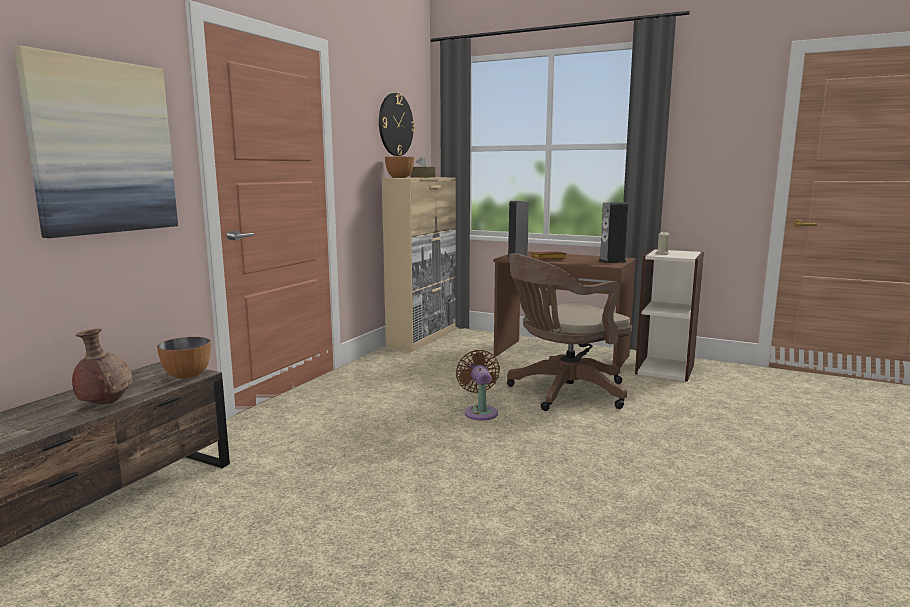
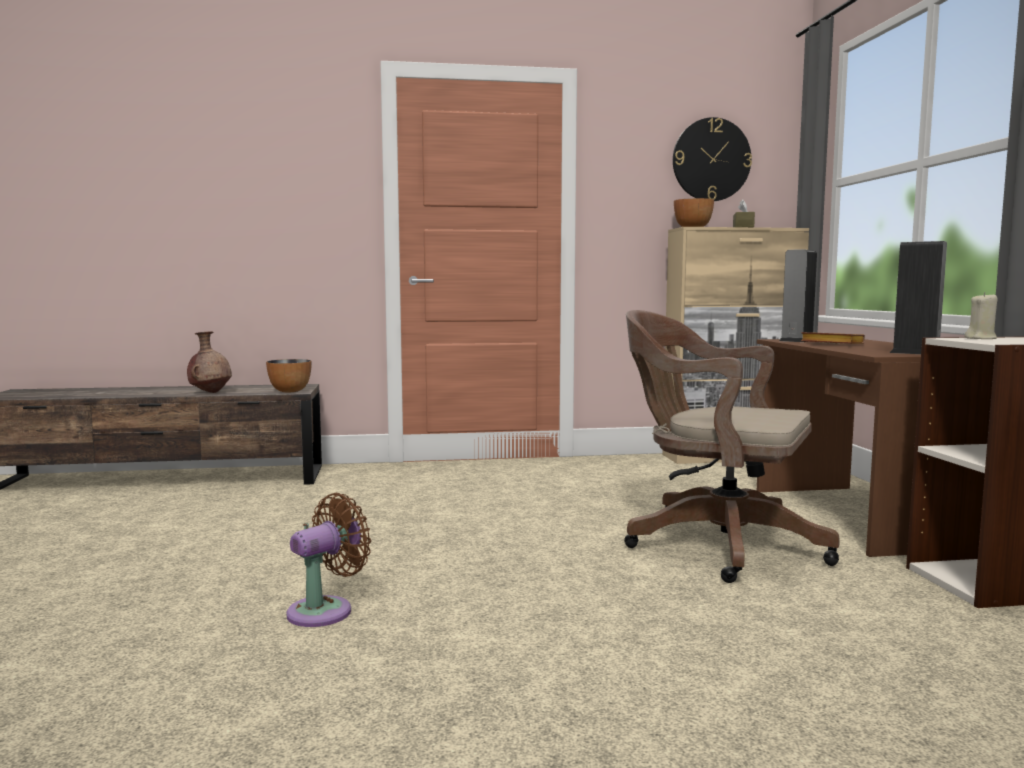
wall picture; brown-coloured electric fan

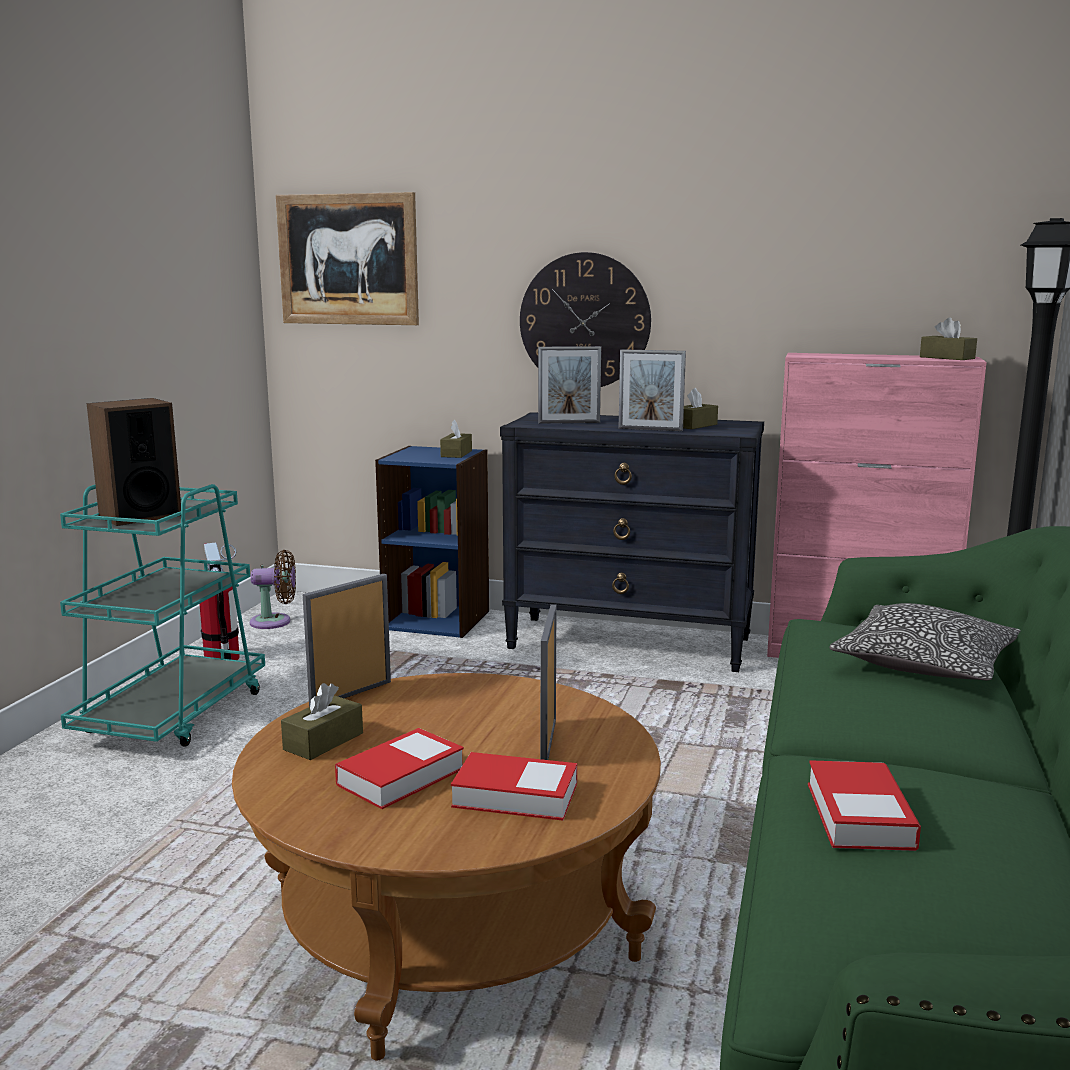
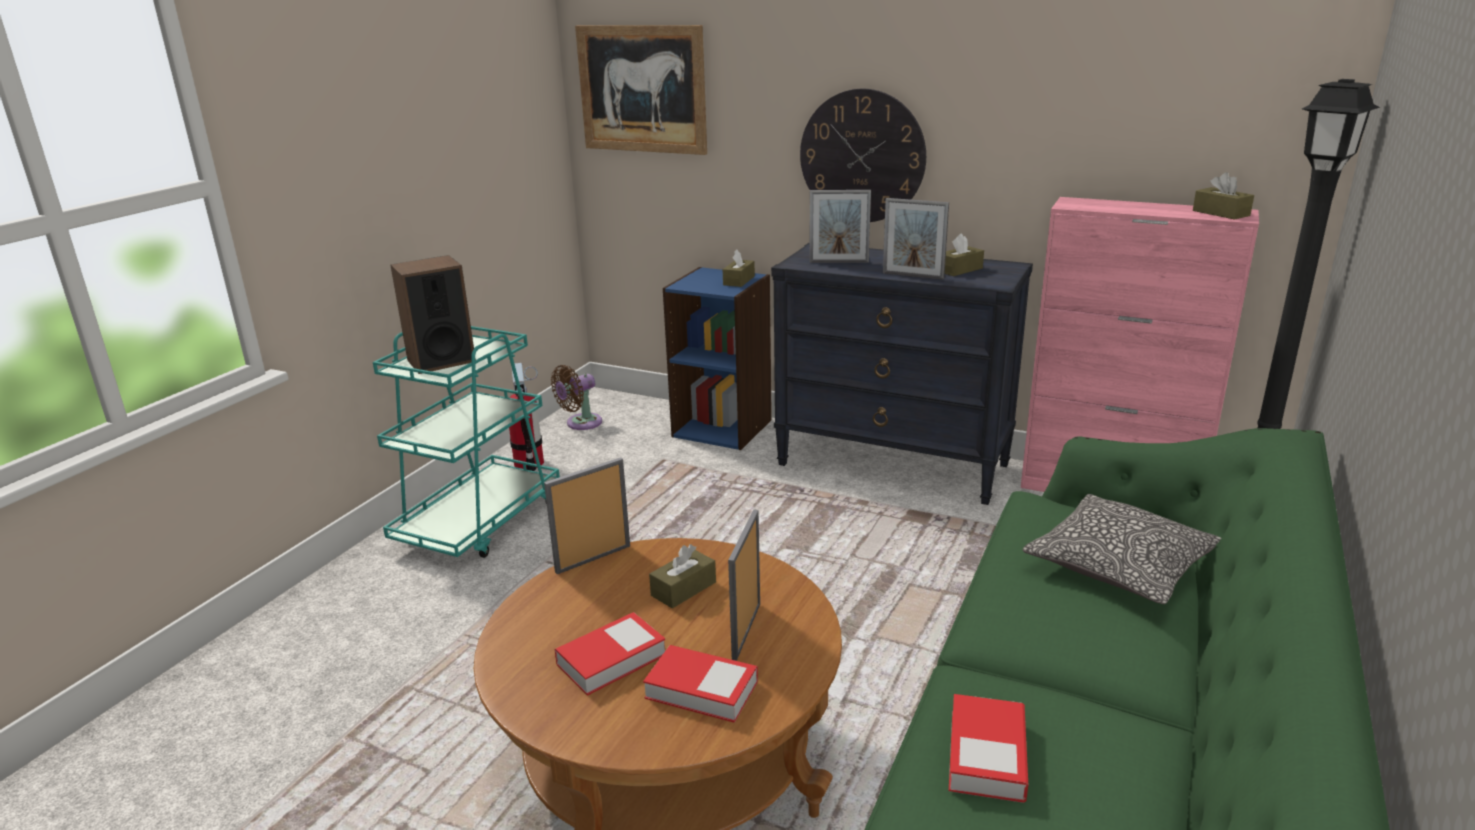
brown-coloured tissue box (1st from left); brown-coloured electric fan

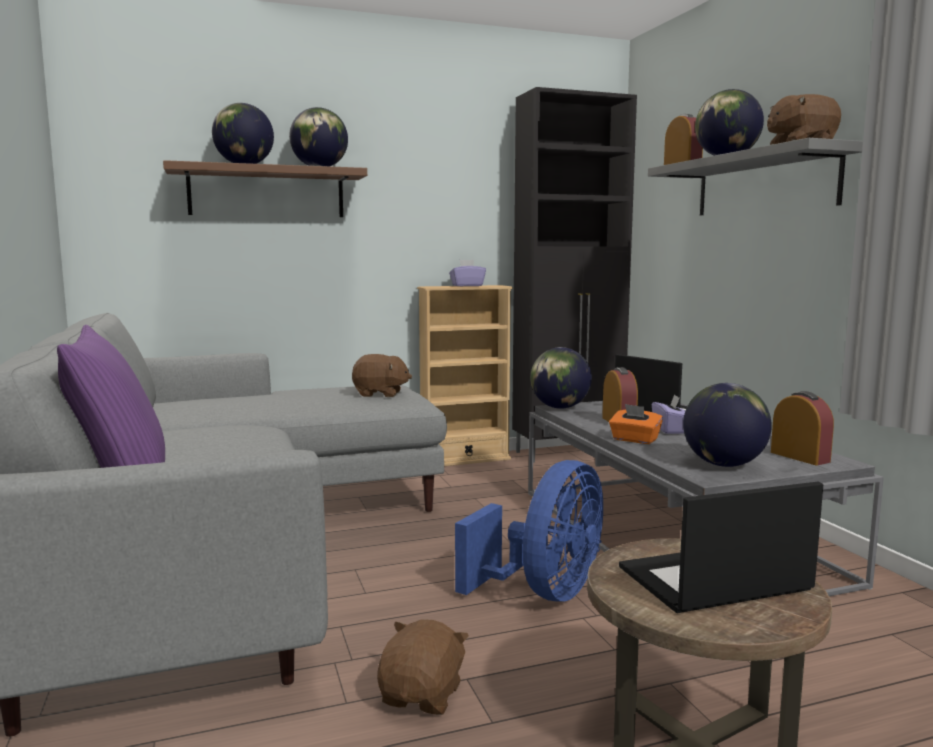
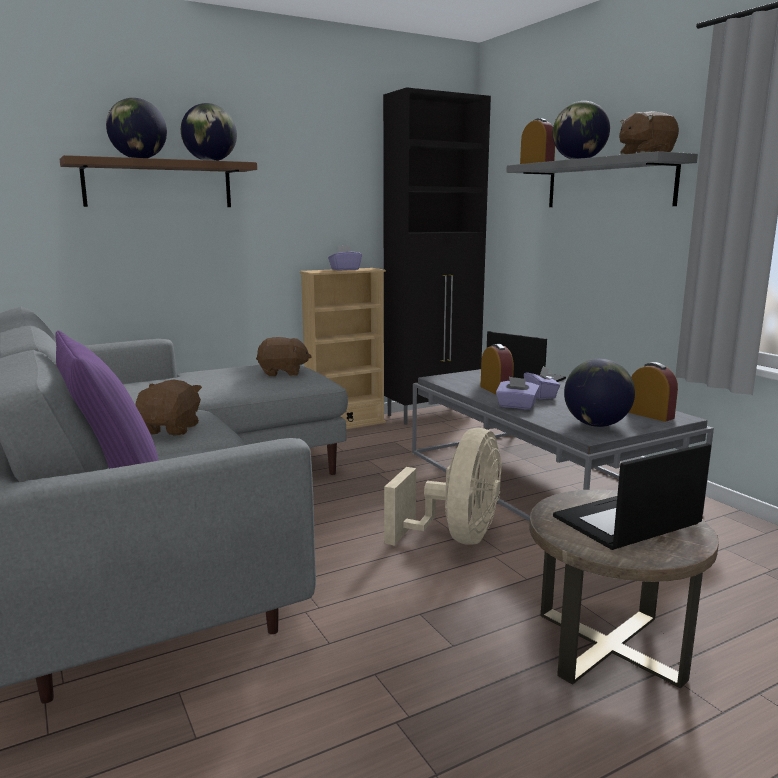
world globe (3rd from left in the first image); brown-coloured cuddly toy (1st from left); sand-coloured electric fan; purple tissue box (2nd from left)

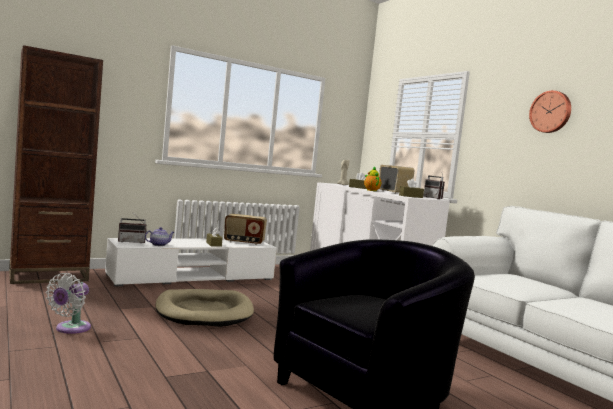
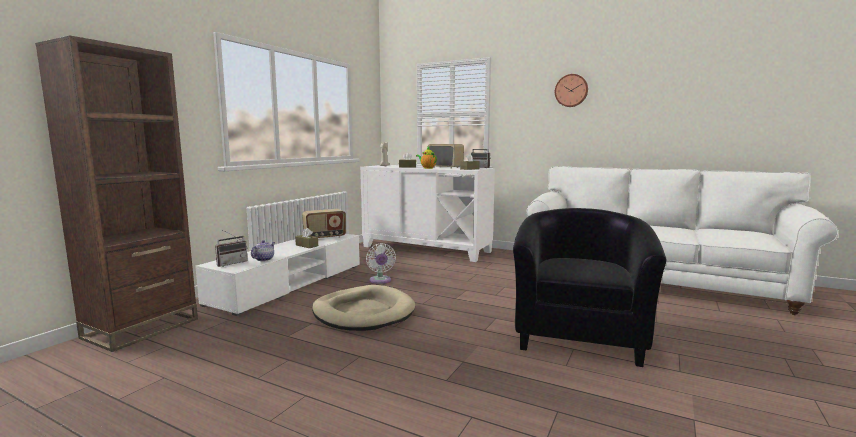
white electric fan

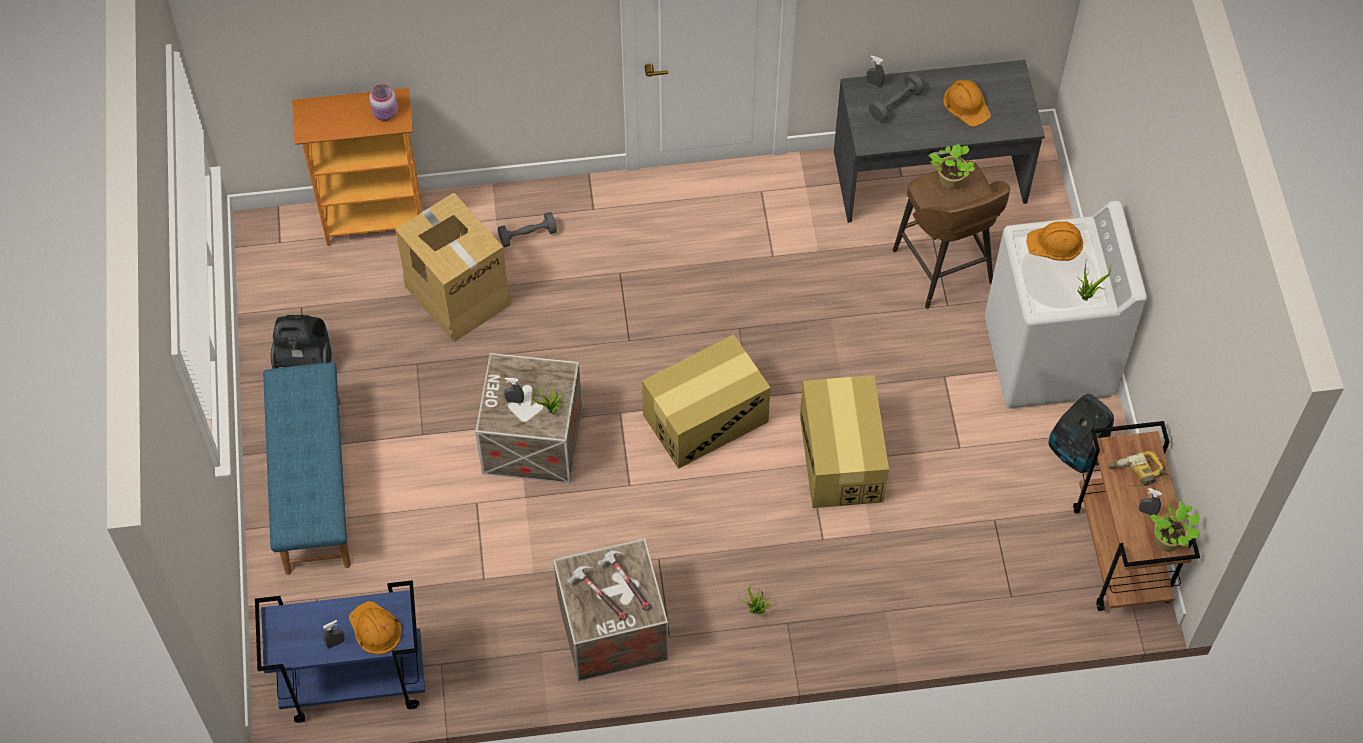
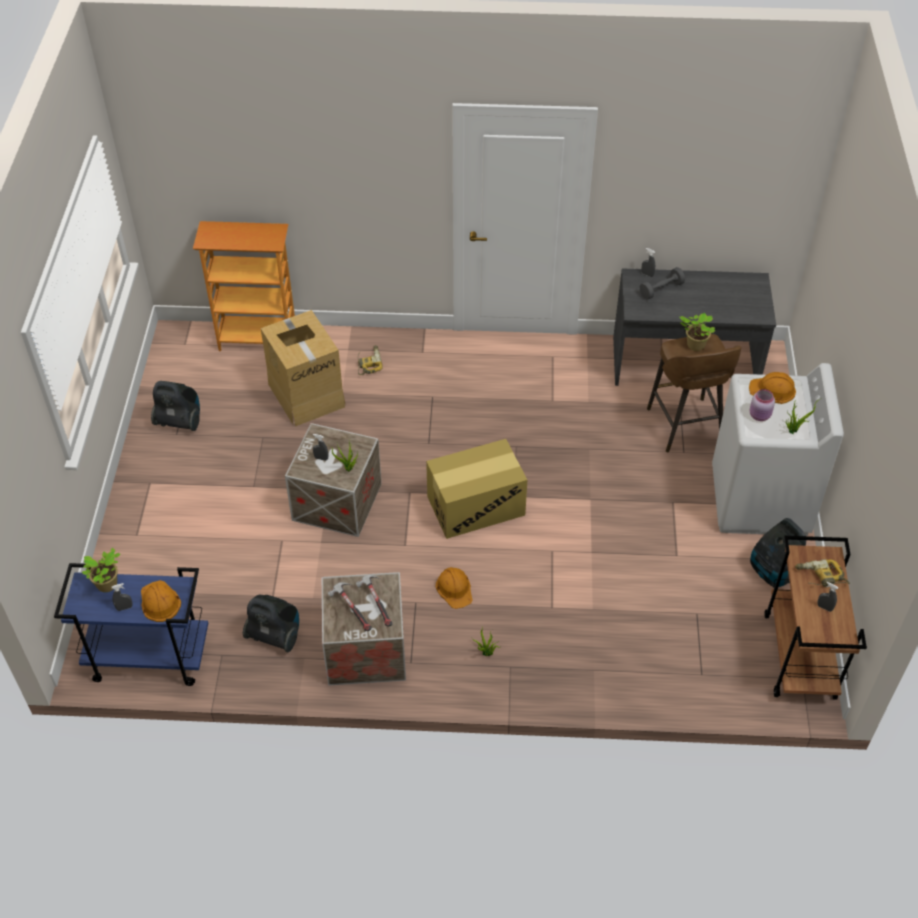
blue-coloured bench; carton (3rd from left in the first image); vacuum (2nd from left); pinkish preserve jar; orange-coloured hard hat (2nd from left); potted plant (1st from left); power drill (1st from left)

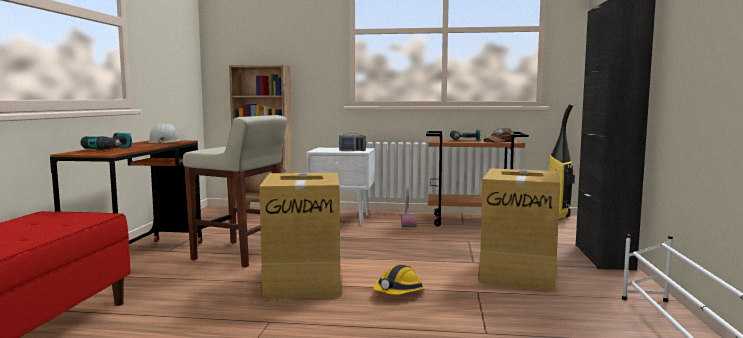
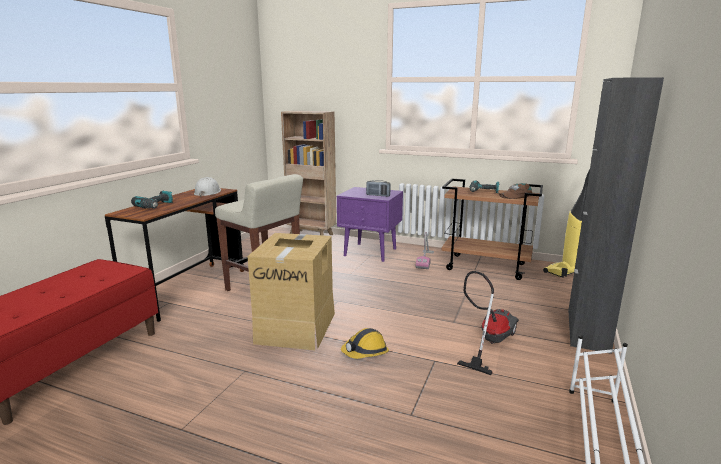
vacuum (2nd from left); purple bedside table

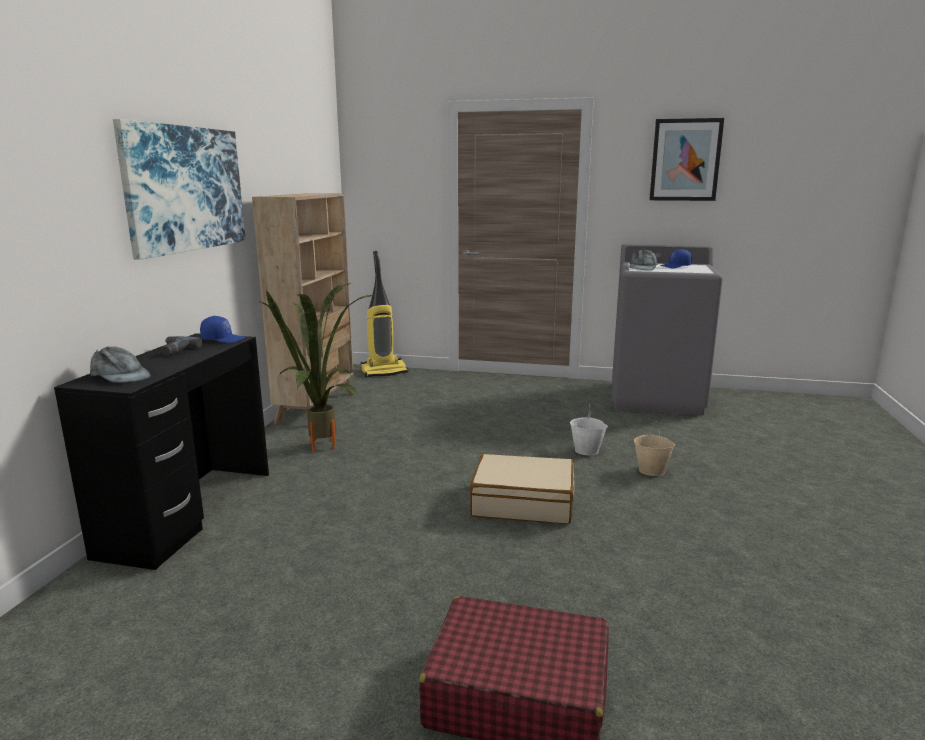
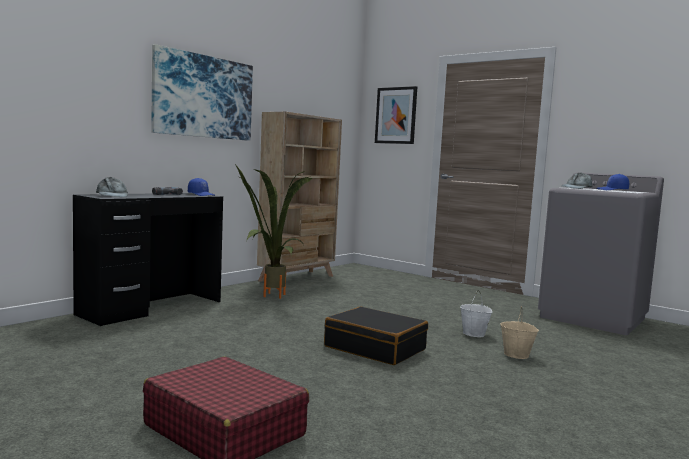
vacuum; wall picture (2nd from left); black suitcase

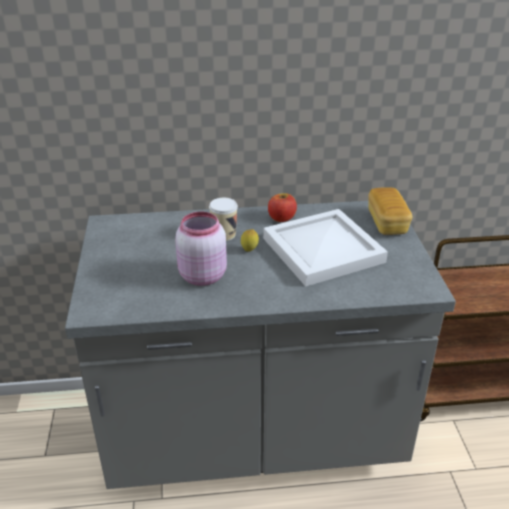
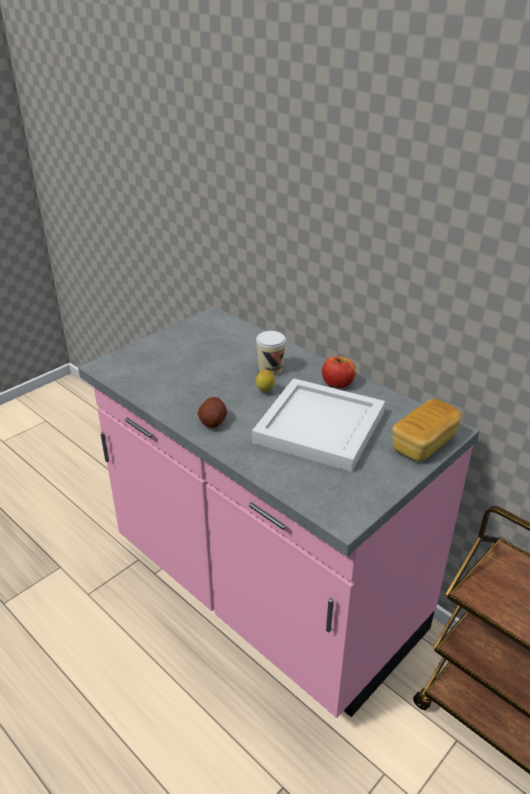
pinkish preserve jar; spud; pinkish counter

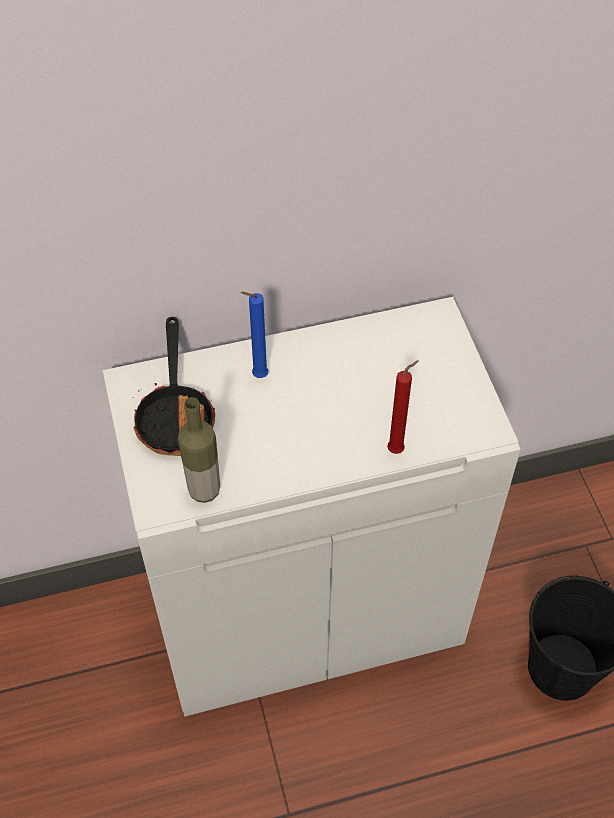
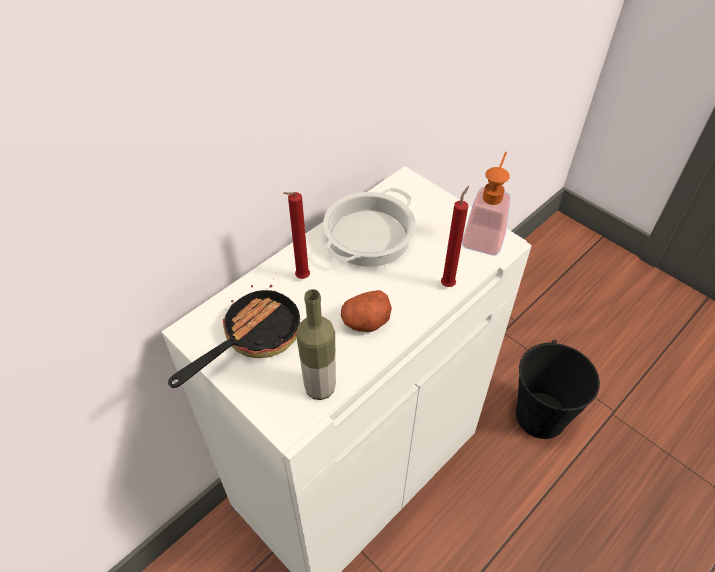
cooking pot; spud; liquid soap bottle; reddish wax candle (1st from left); skillet

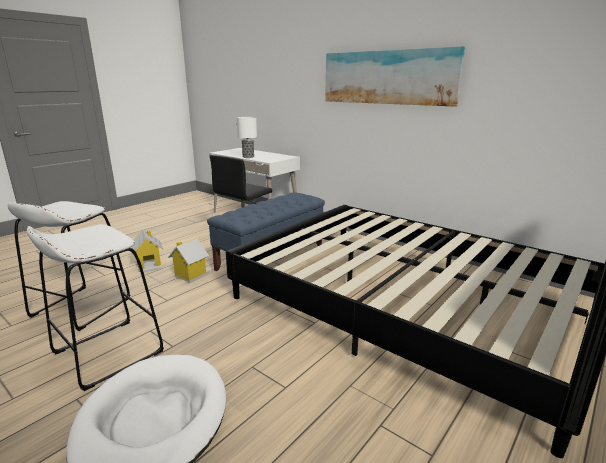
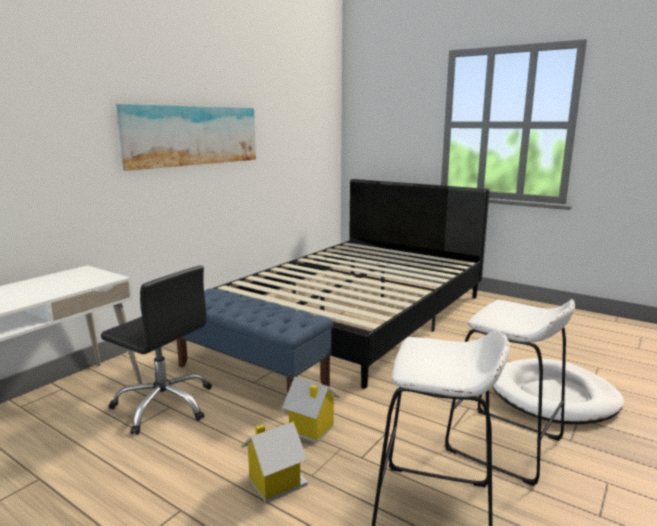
lamp for a table

